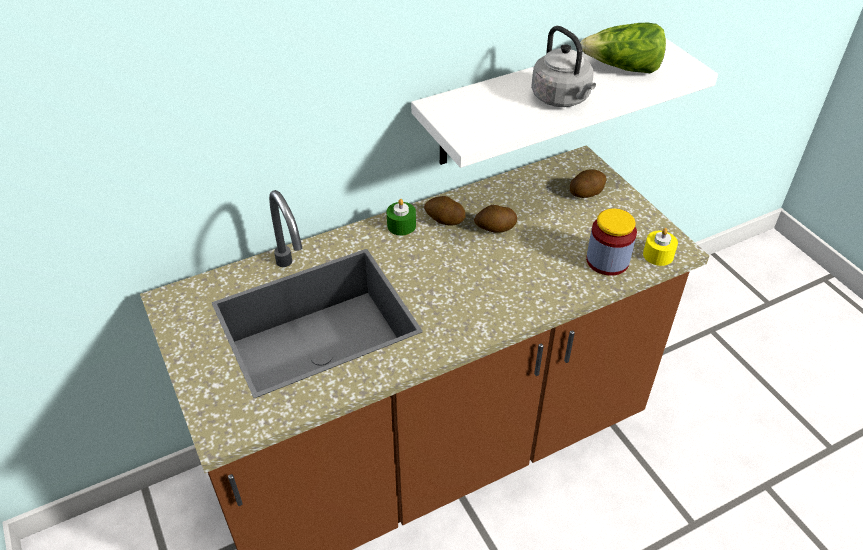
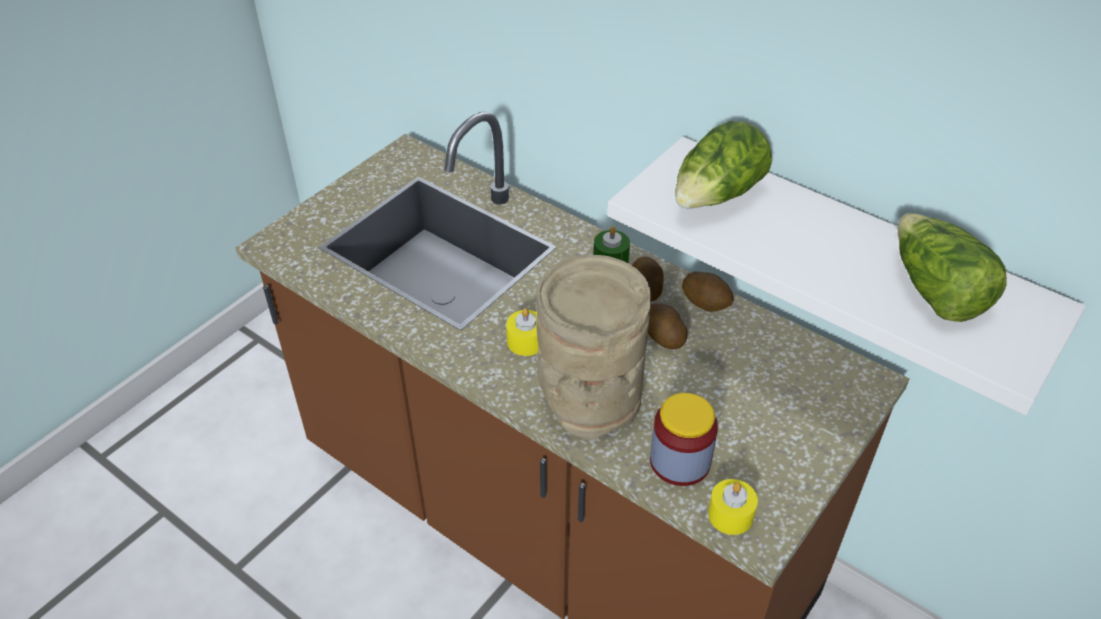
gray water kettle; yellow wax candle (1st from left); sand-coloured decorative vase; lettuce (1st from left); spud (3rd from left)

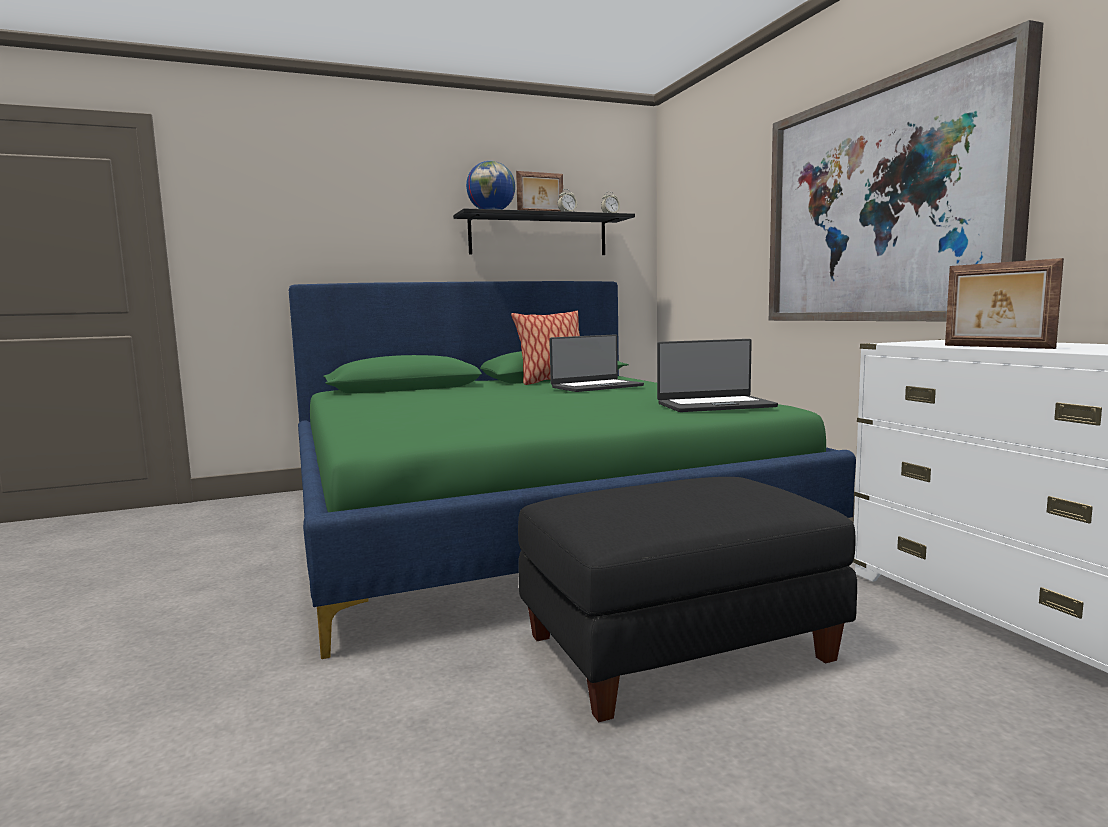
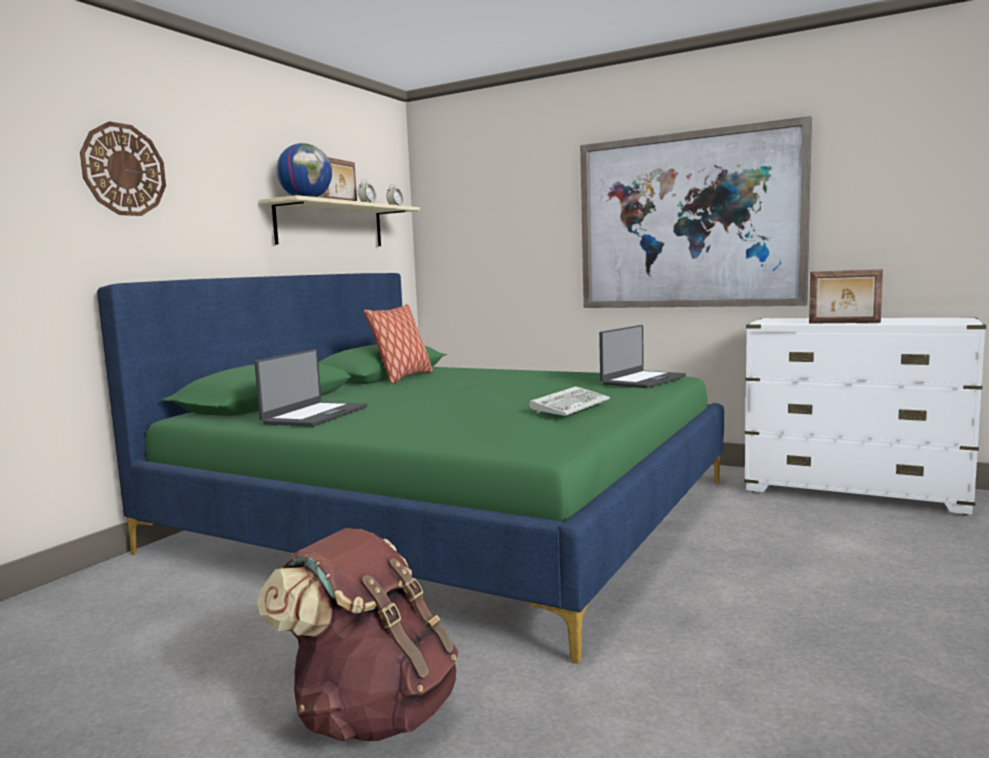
black pouffe; hanging clock; brown-coloured knapsack; keyboard; laptop (1st from left); sand-coloured wall shelf

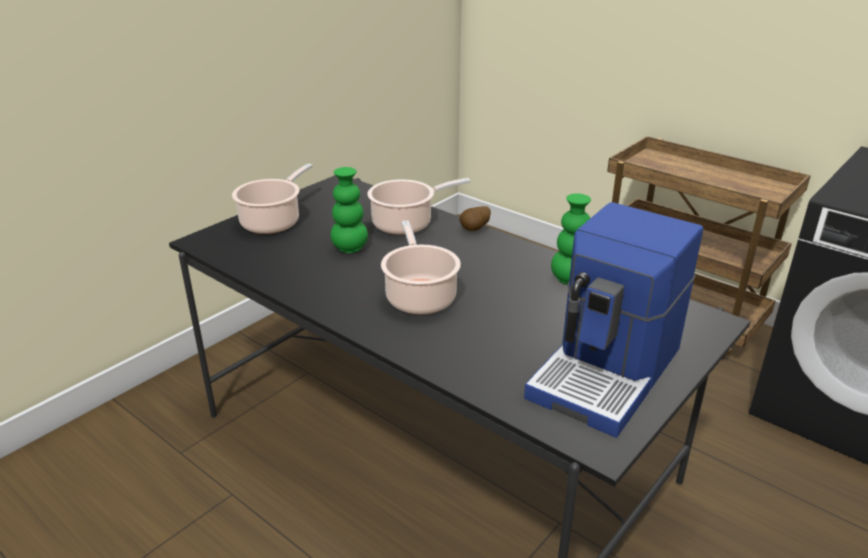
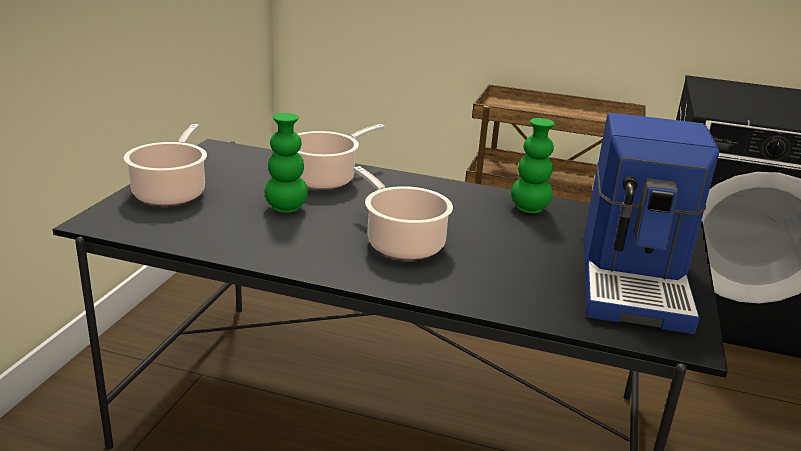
spud

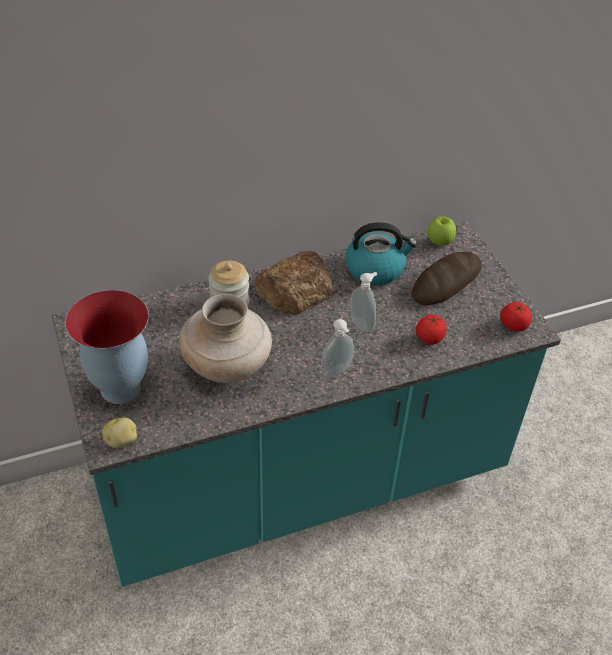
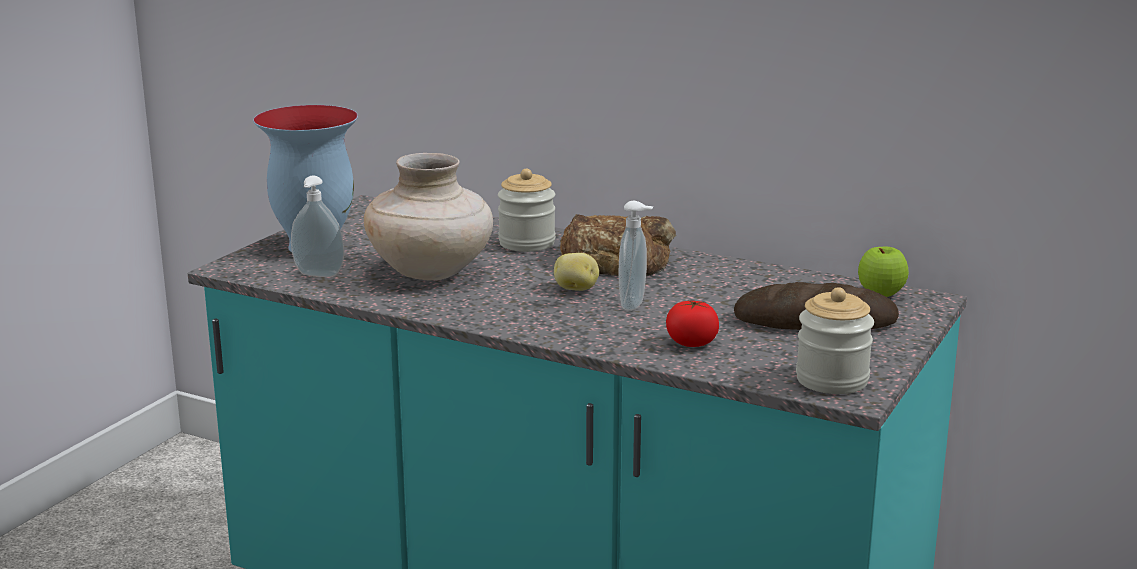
water kettle; spud; liquid soap bottle (1st from left); preserve jar (2nd from left)

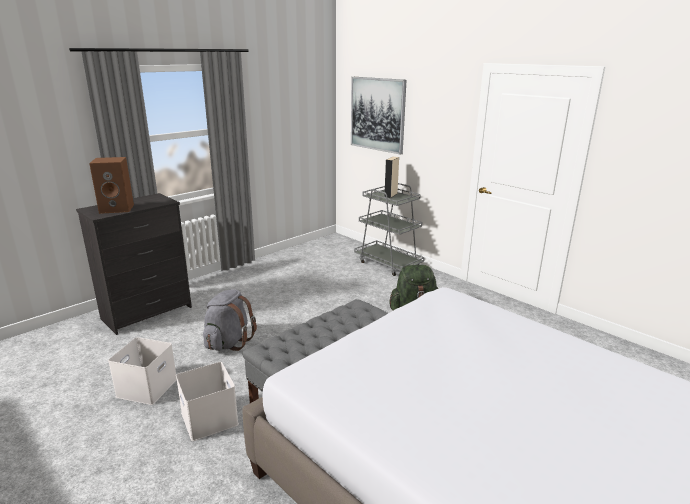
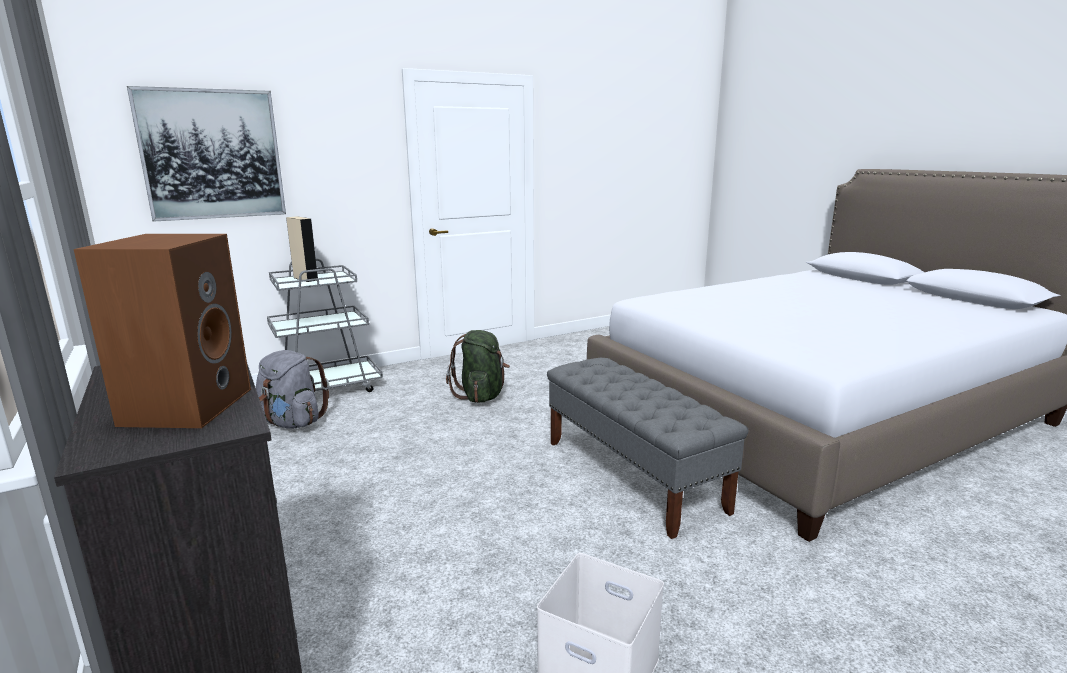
white storage container (2nd from left in the first image); gray knapsack

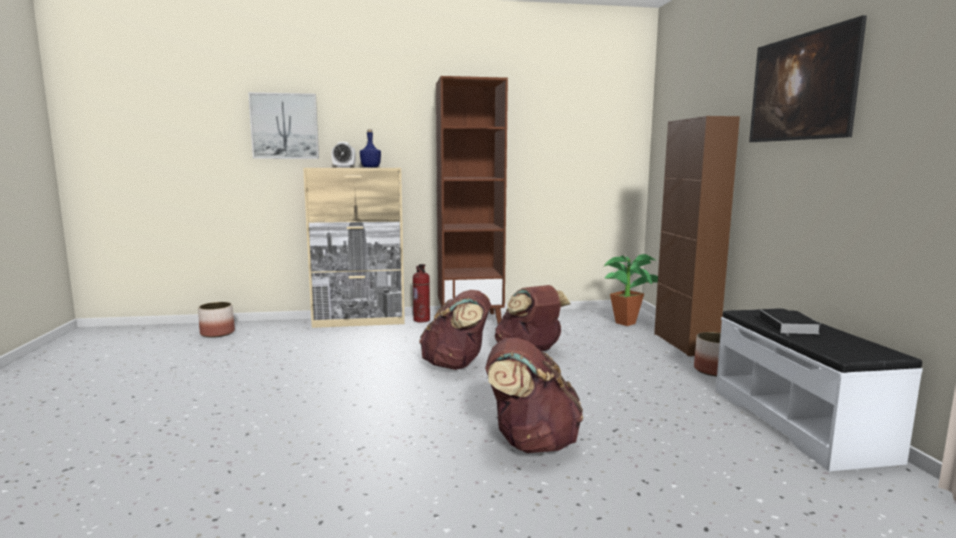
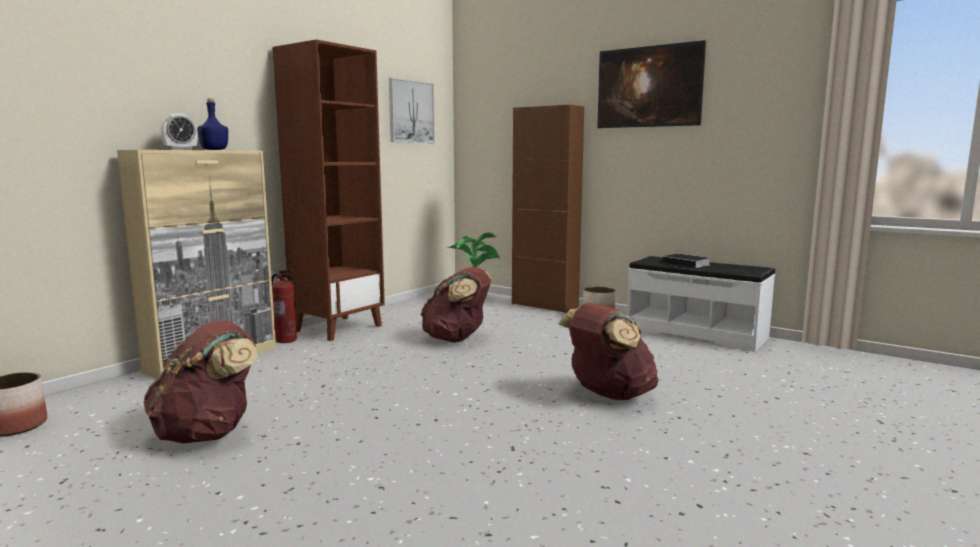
wall picture (1st from left); brown-coloured knapsack (1st from left)

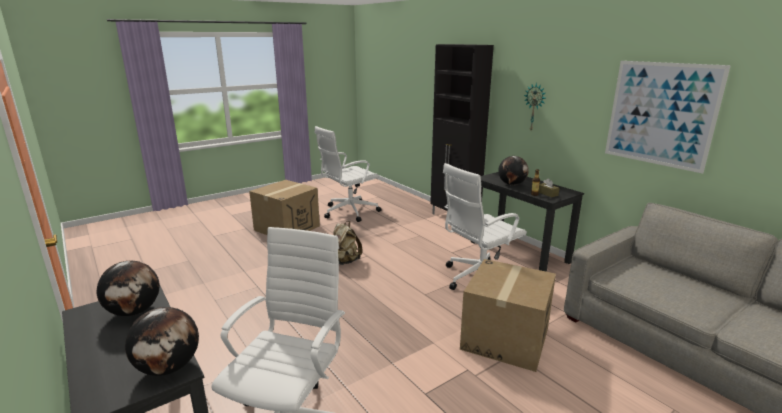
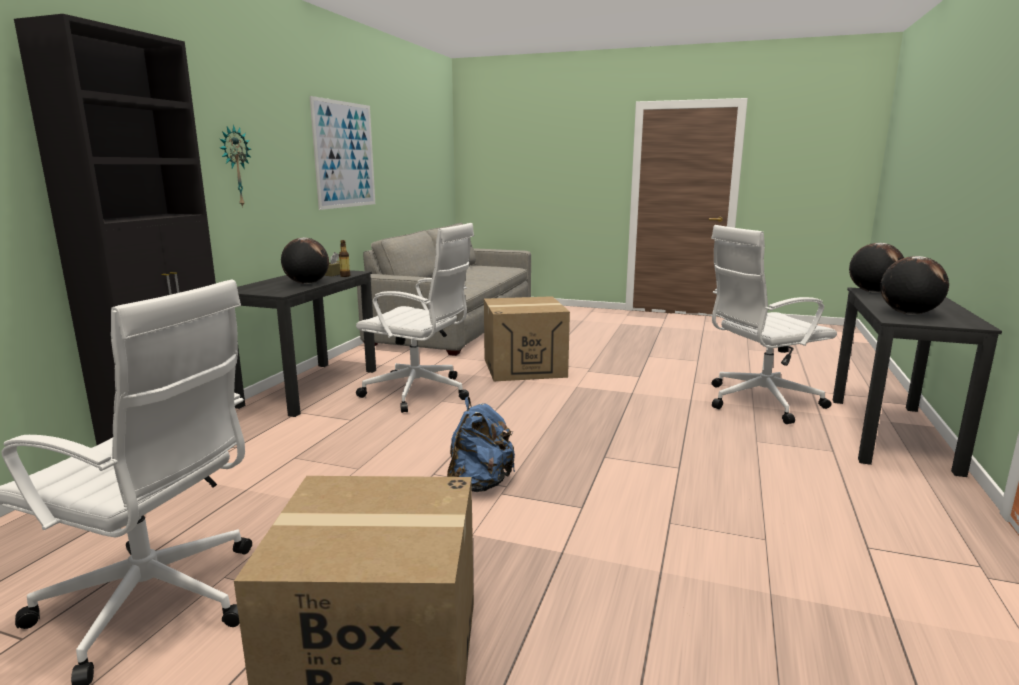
blue-coloured knapsack

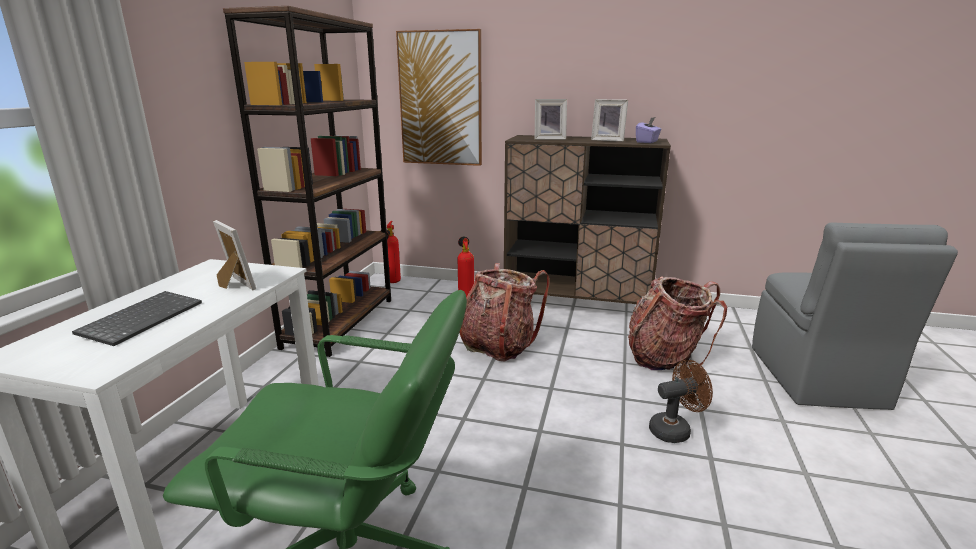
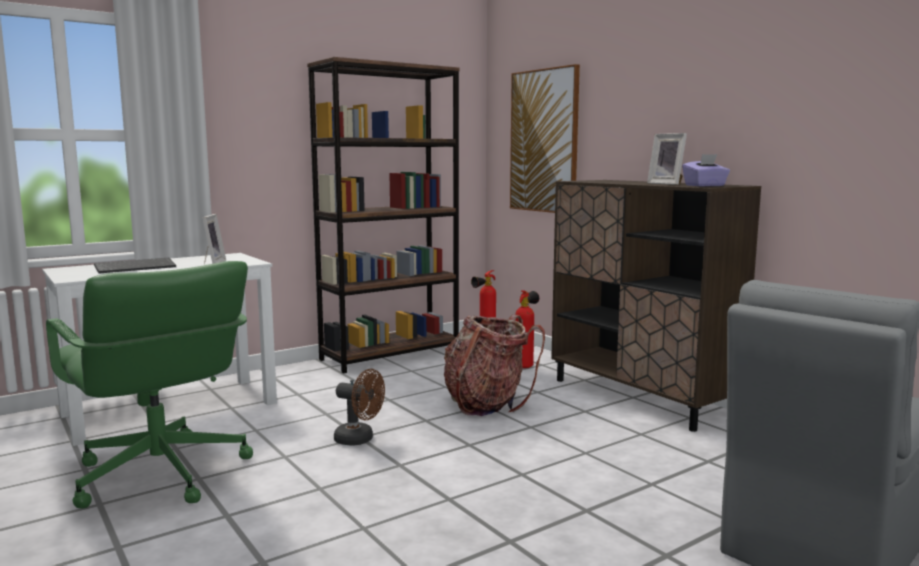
standing frame (2nd from left in the first image); knapsack (2nd from left in the first image); brown-coloured electric fan

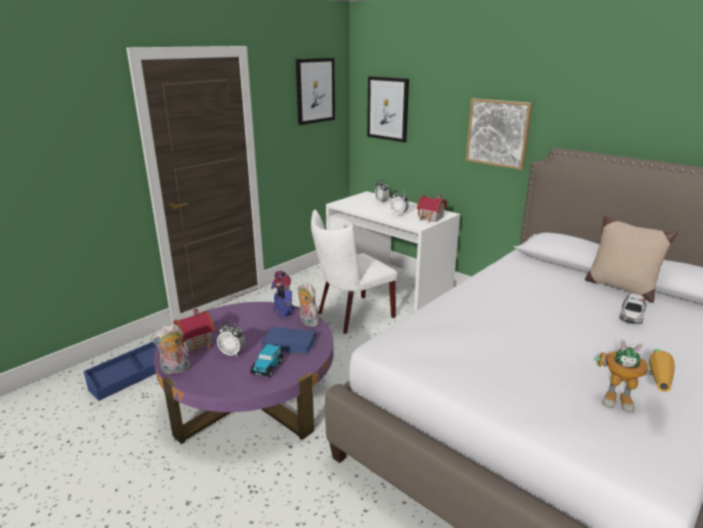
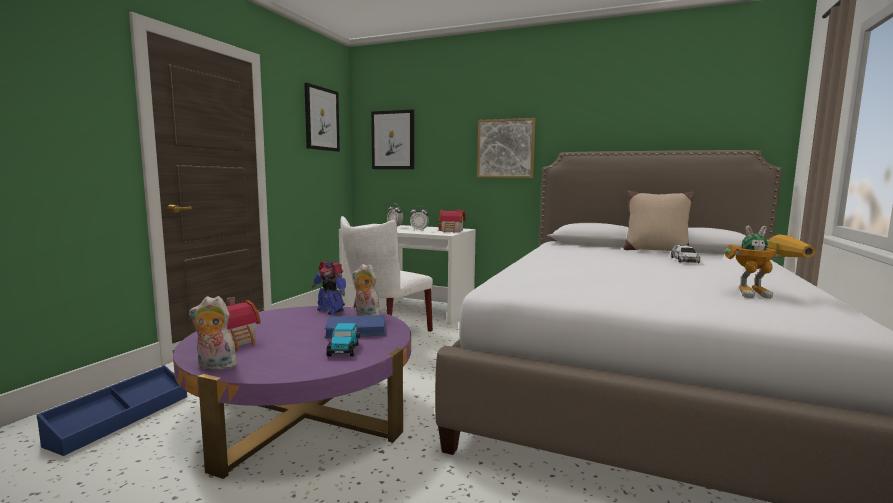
table clock (1st from left in the first image); cuddly toy (1st from left)

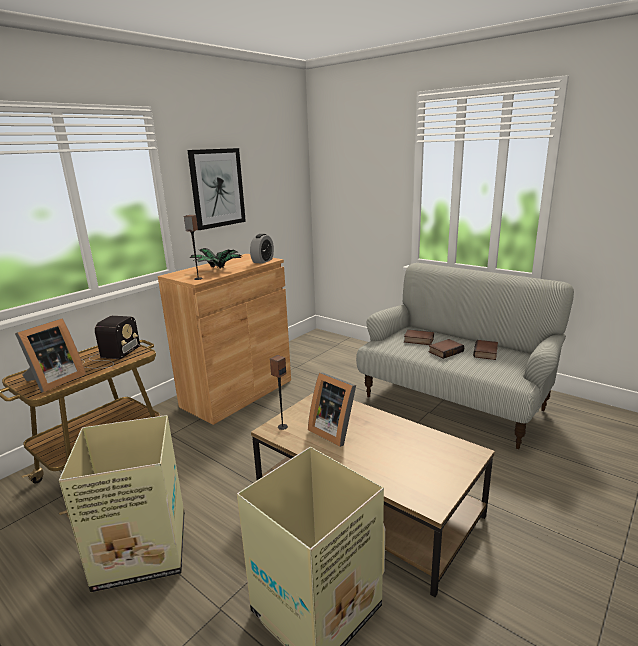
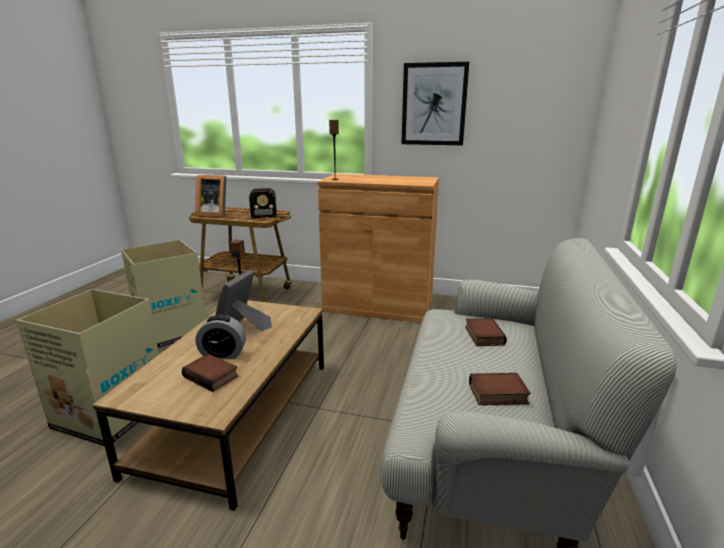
potted plant; table clock; book (1st from left)

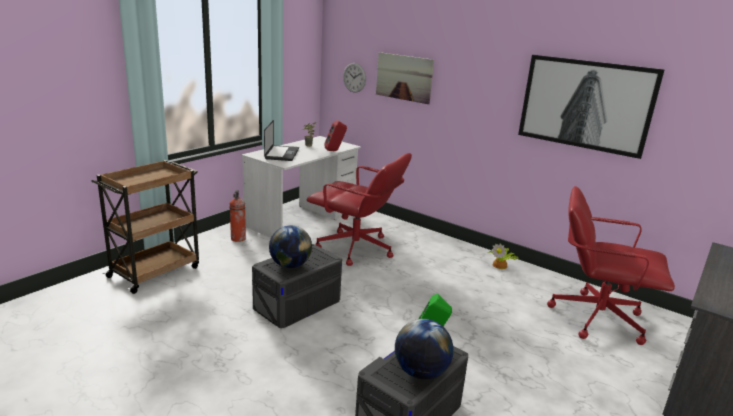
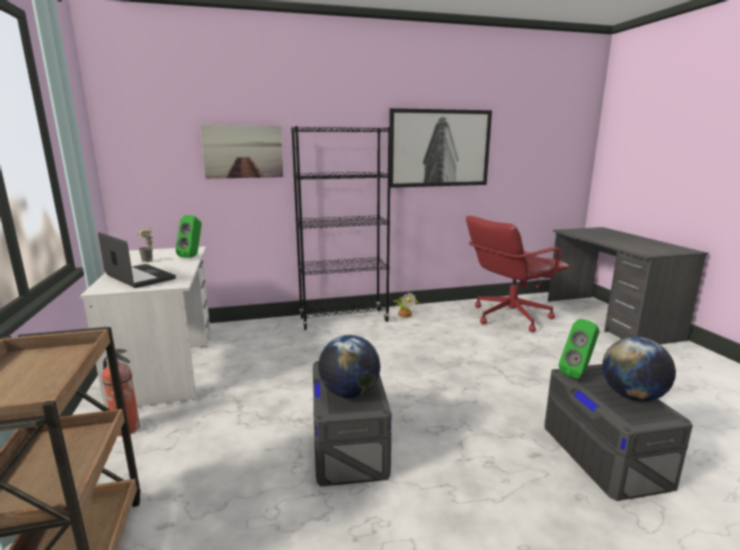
reddish desk chair (1st from left in the first image); hanging clock; black bookshelf; green-coloured audio speaker (1st from left)

